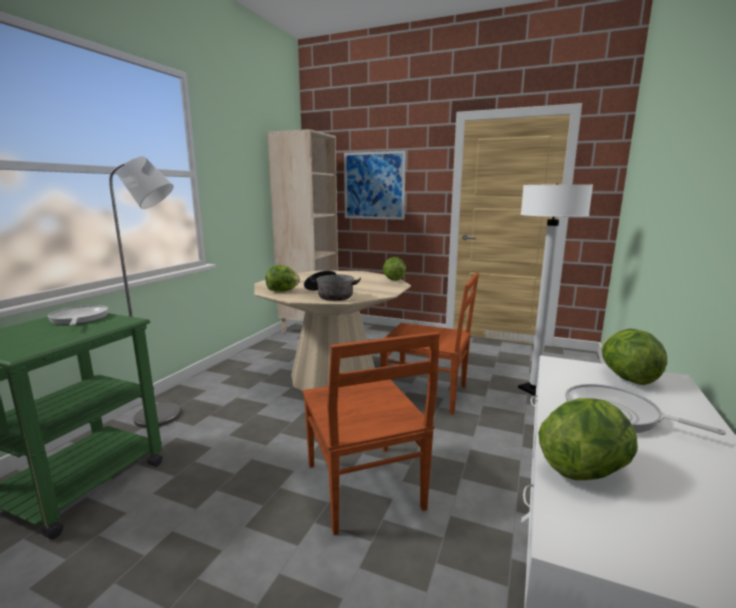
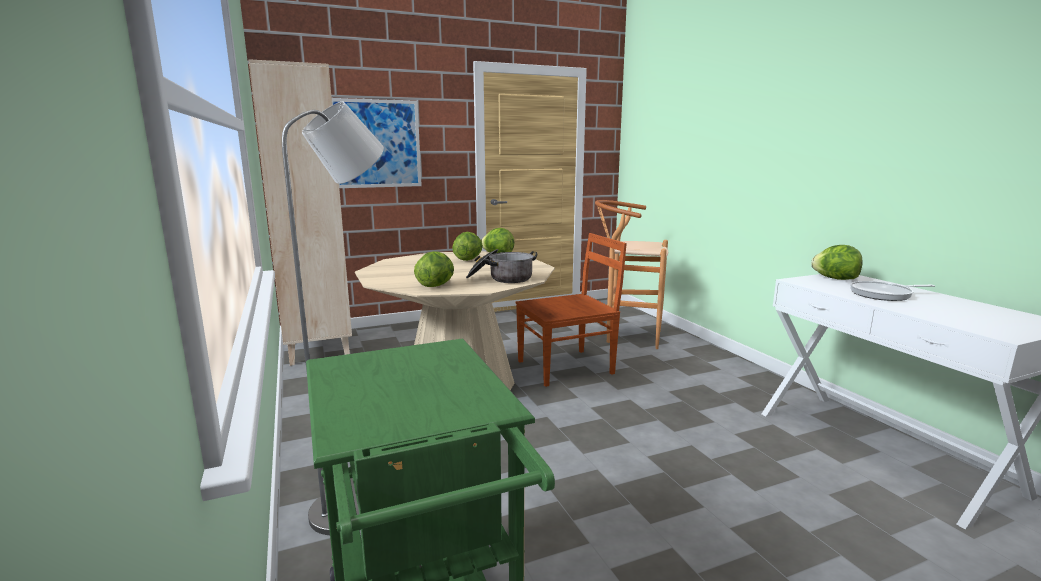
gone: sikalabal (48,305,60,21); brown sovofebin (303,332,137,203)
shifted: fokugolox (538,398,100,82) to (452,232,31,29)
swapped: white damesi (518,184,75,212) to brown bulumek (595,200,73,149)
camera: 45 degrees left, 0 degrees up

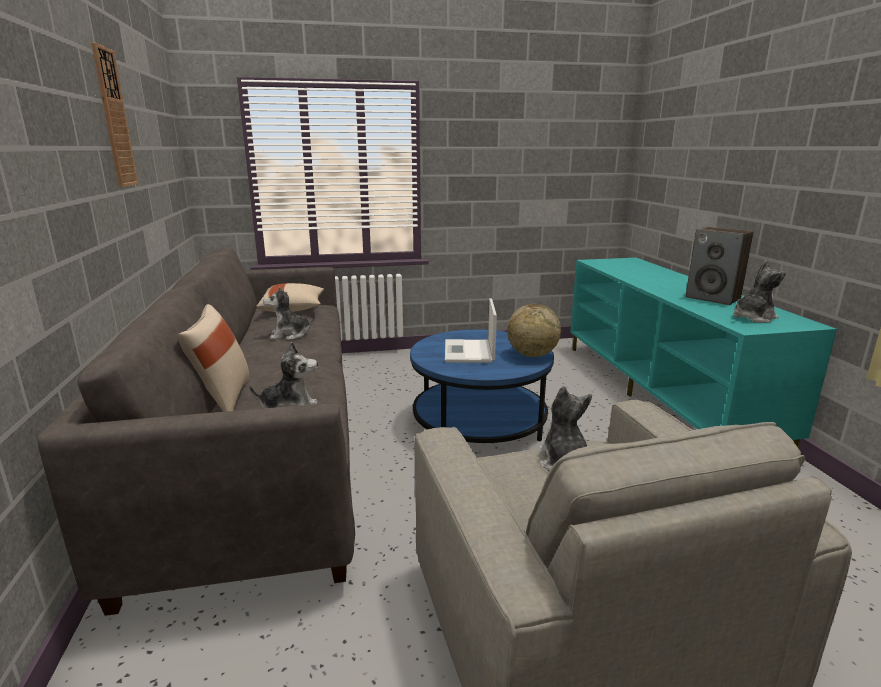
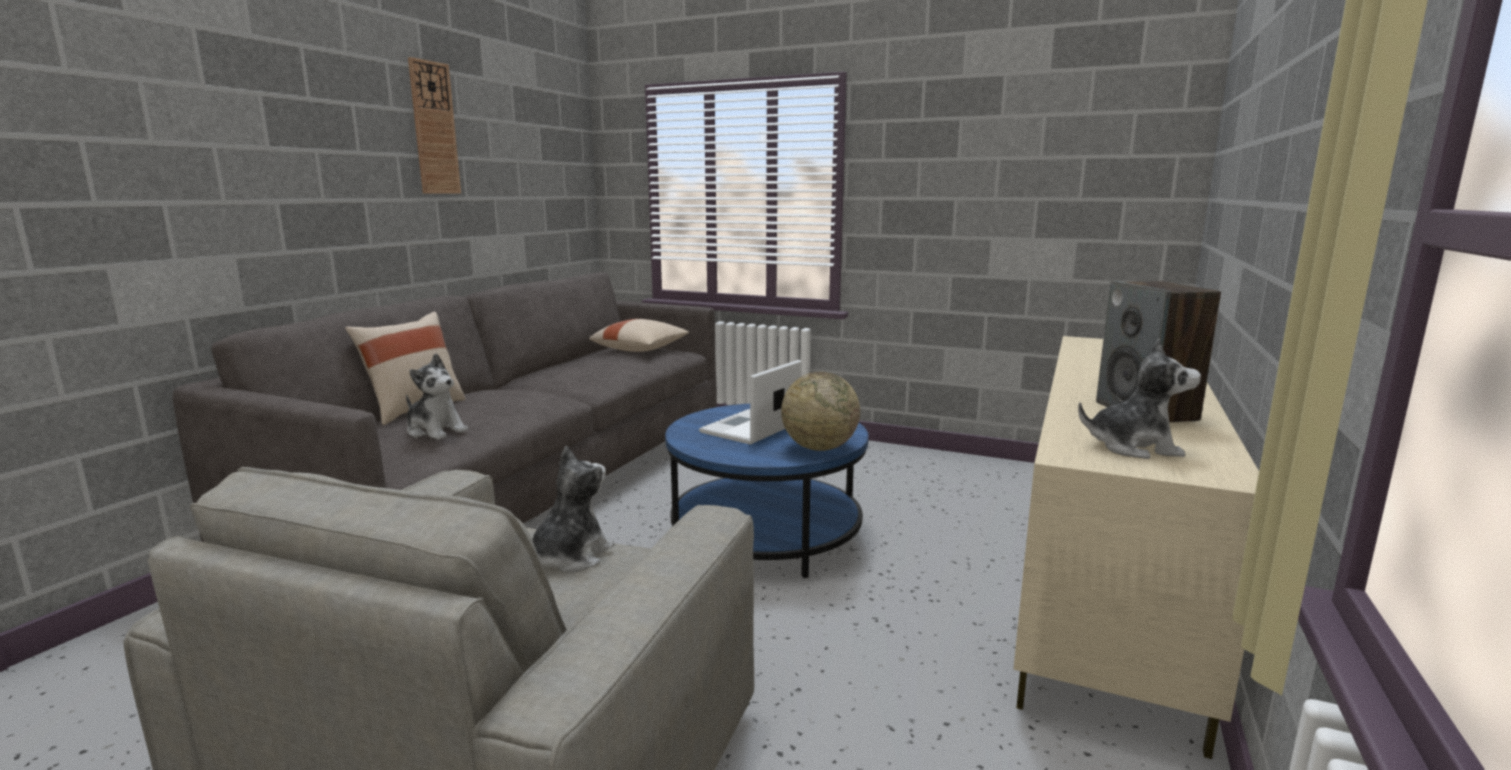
gone: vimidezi (263,286,53,54)
repainted: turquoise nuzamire (570,258,267,189) to beige nuzamire (1013,336,246,423)
camera: 35 degrees right, 5 degrees down

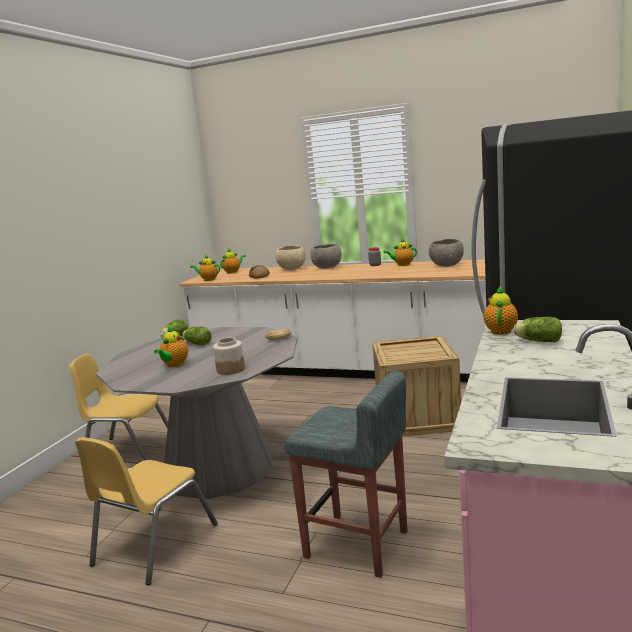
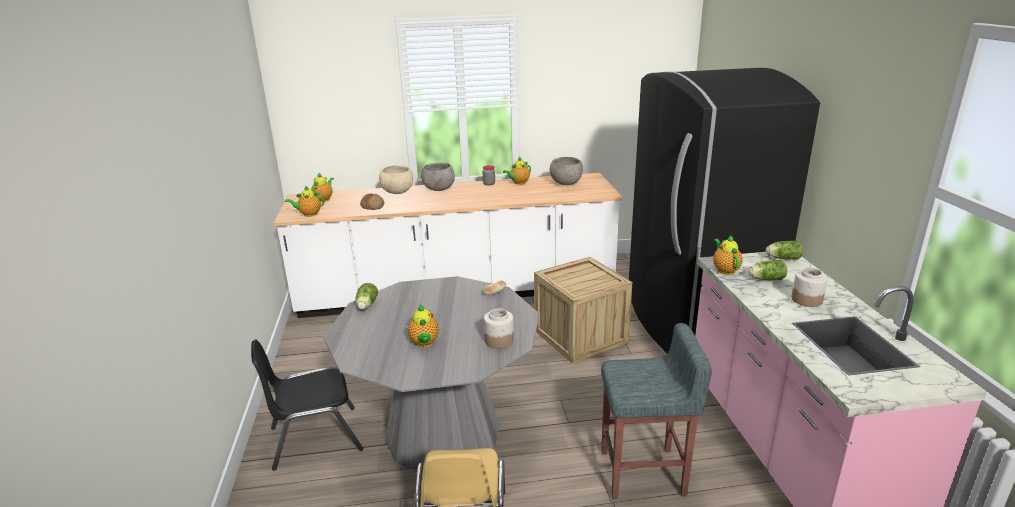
new: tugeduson (791,268,37,39)
shifted: fokugolox (182,327,30,18) to (766,241,37,19)
repainted: yellow sovofebin (69,354,99,106) to black sovofebin (251,339,112,132)
camera: 30 degrees left, 10 degrees up

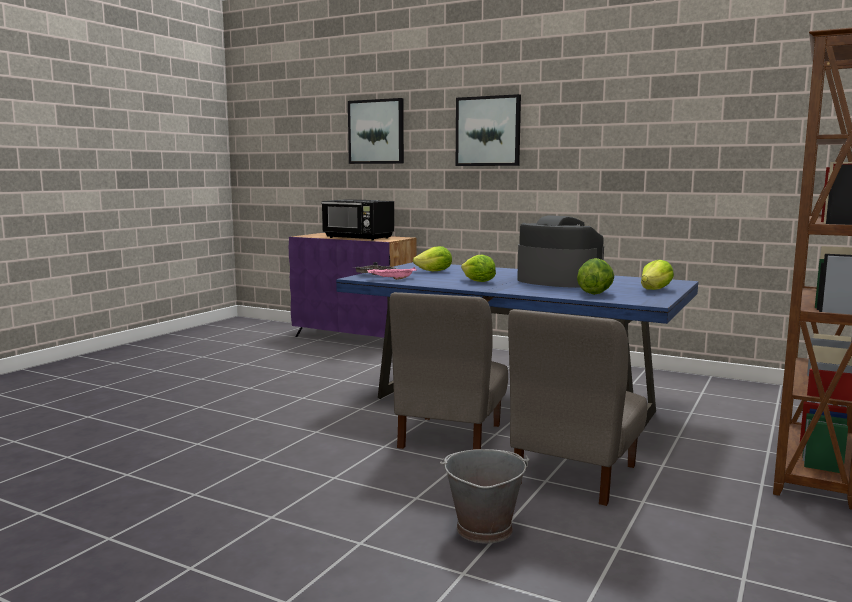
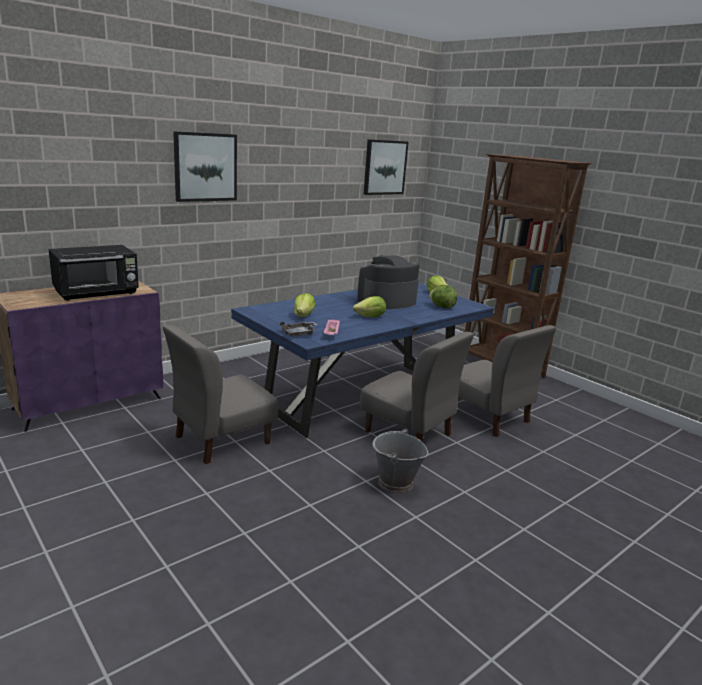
new: grey sovofebin (163,325,115,139)
shifted: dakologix (348,98,56,66) to (364,139,44,56); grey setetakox (440,449,90,95) to (372,429,56,64)
camera: 70 degrees left, 10 degrees up

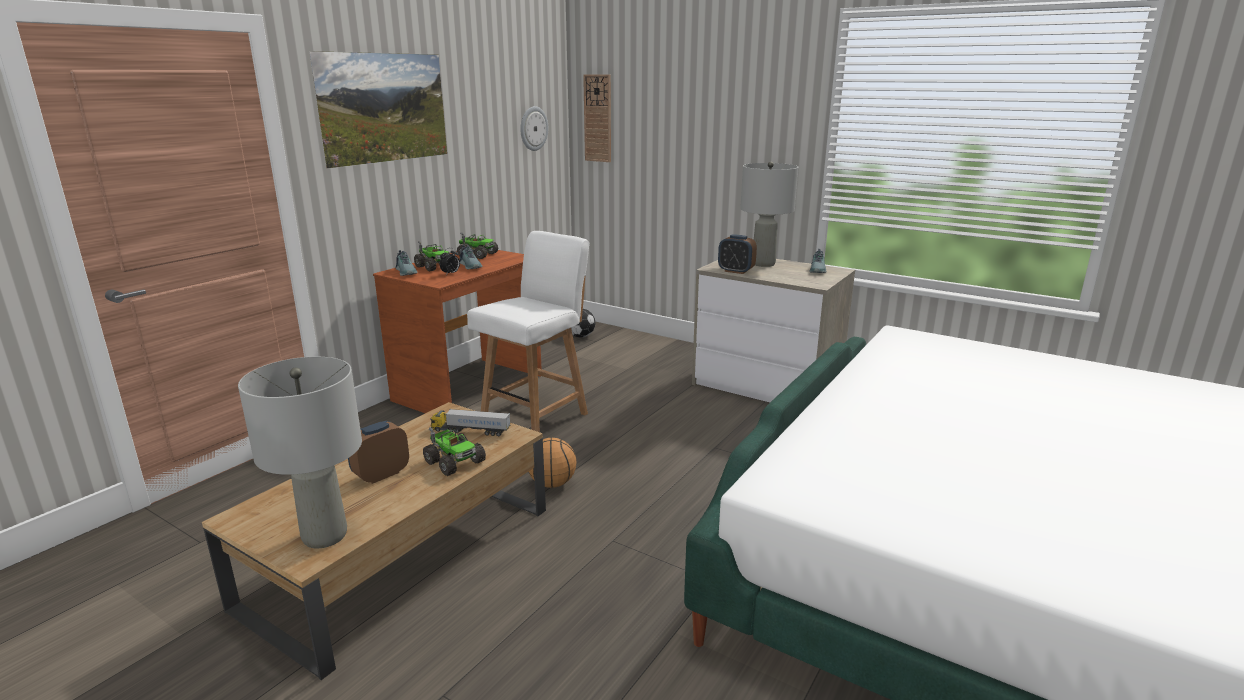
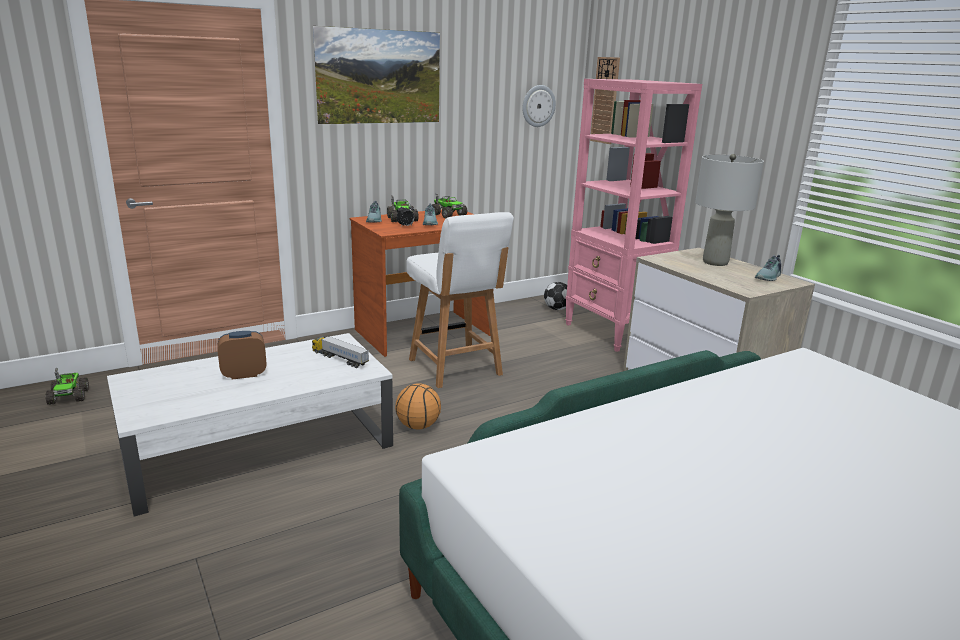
gone: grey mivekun (238,357,124,192); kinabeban (718,234,39,40)
new: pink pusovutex (565,79,137,273)
shifted: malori (423,427,63,49) to (45,368,44,37)
repainted: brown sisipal (202,402,344,278) to white sisipal (107,333,286,184)
rotated: white sovofebin (467,231,123,201) = (406,212,108,176) 90 degrees clockwise
camera: 25 degrees right, 0 degrees up

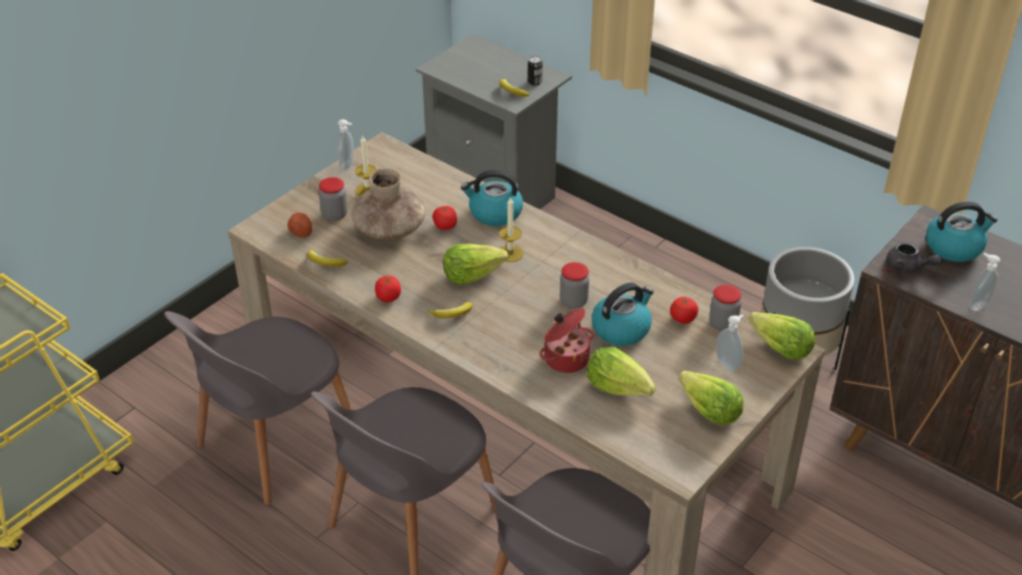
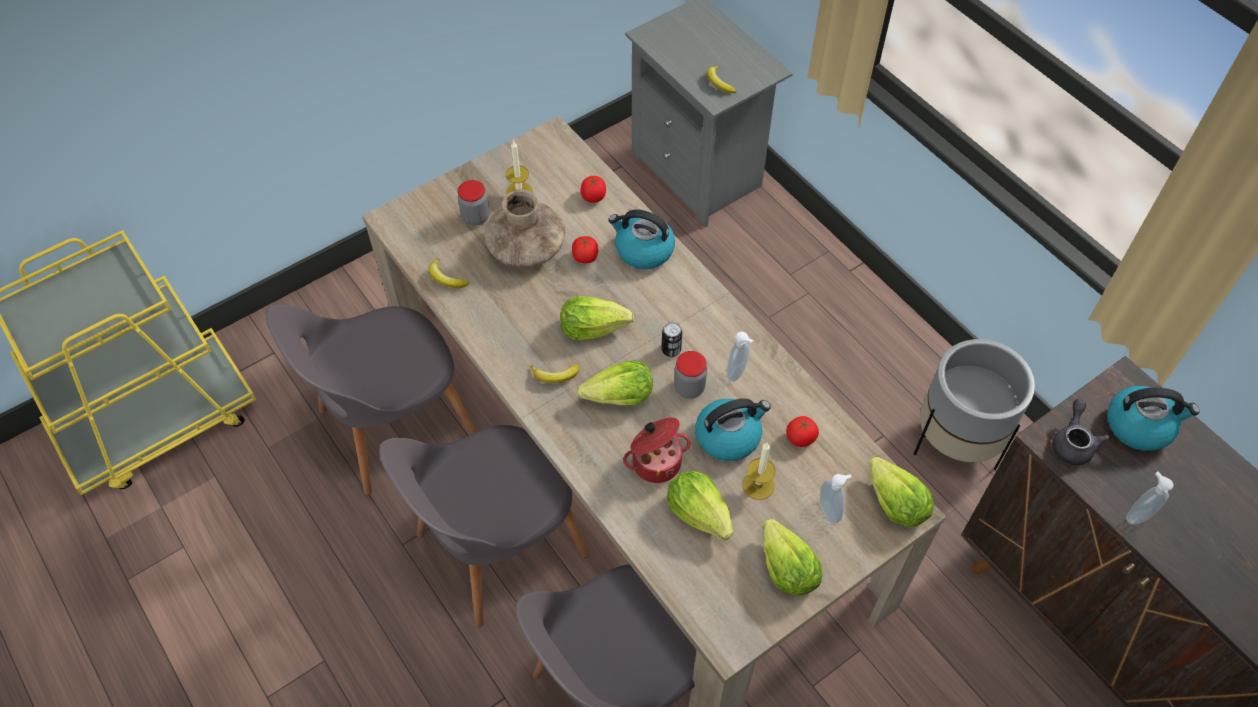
gone: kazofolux (287,213,25,24); tugeduson (709,284,33,47)
new: fokugolox (577,360,76,45)
shifted: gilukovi (375,276,26,26) to (581,176,25,27); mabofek (528,56,14,30) to (661,322,21,35); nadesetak (337,119,17,51) to (727,331,26,51); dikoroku (499,197,25,65) to (742,443,33,57)
rotated: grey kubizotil (886,241,56,32) = (1052,399,58,66) 135 degrees counterclockwise
camera: 15 degrees right, 15 degrees up

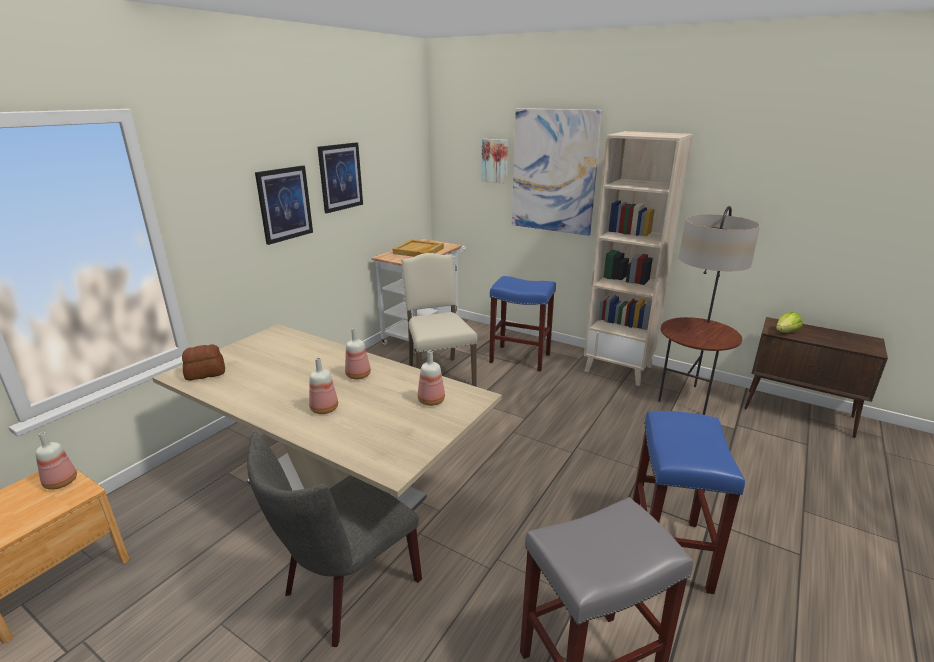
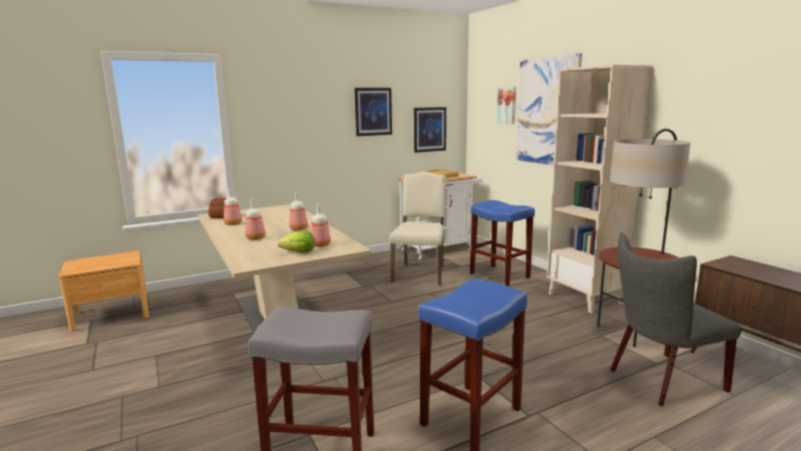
shifted: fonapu (35,432,42,58) to (224,189,18,36); fokugolox (776,312,27,21) to (278,231,37,22); dakologix (255,165,58,80) to (414,107,32,46); grey sovofebin (247,432,175,215) to (610,232,132,174)
camera: 30 degrees right, 10 degrees down

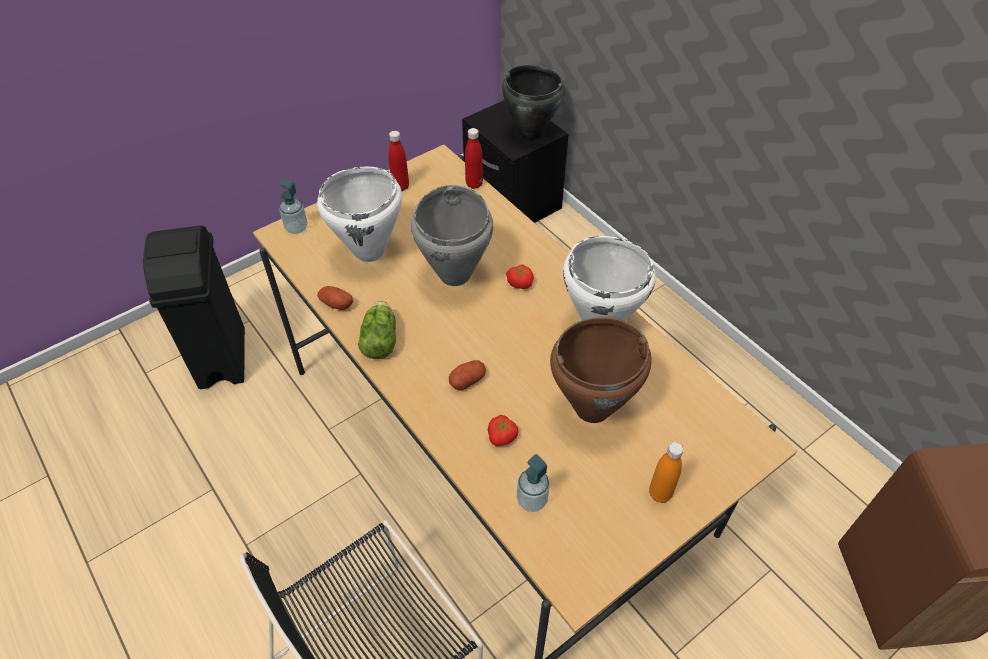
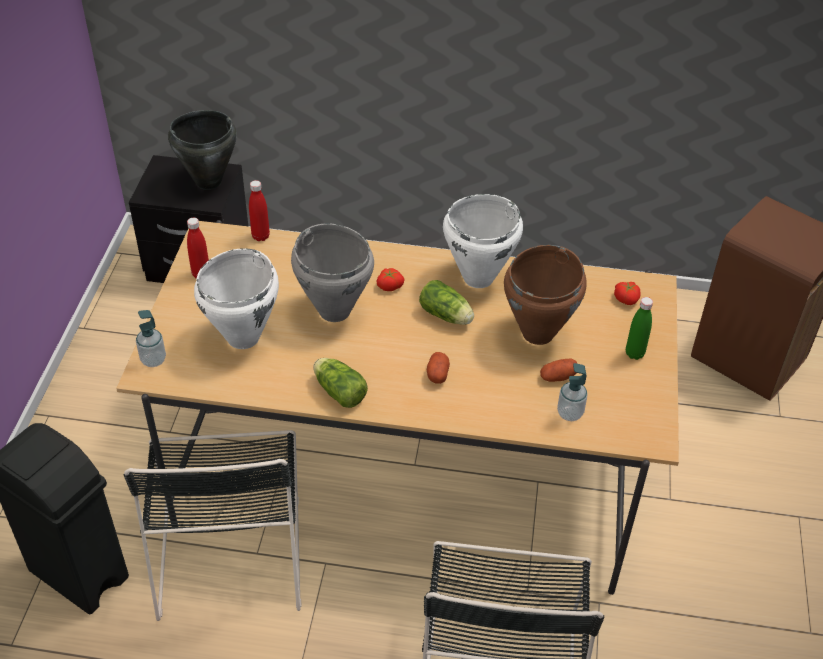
new: black sovofebin (124,430,177,191); fokugolox (419,280,55,45)
shifted: kazofolux (317,286,36,24) to (540,358,37,24); gilukovi (488,415,31,31) to (614,282,27,23)
repainted: orange fonapu (649,442,35,61) to green fonapu (626,297,27,63)
camera: 45 degrees left, 5 degrees down

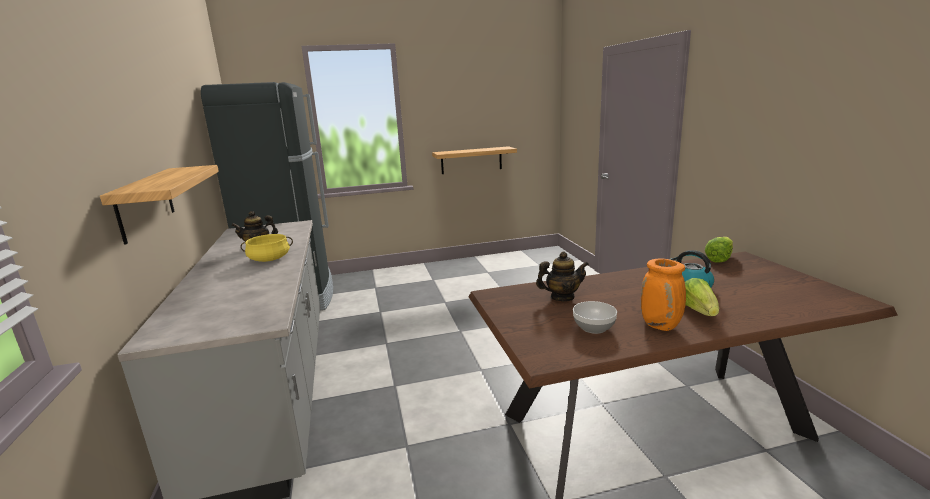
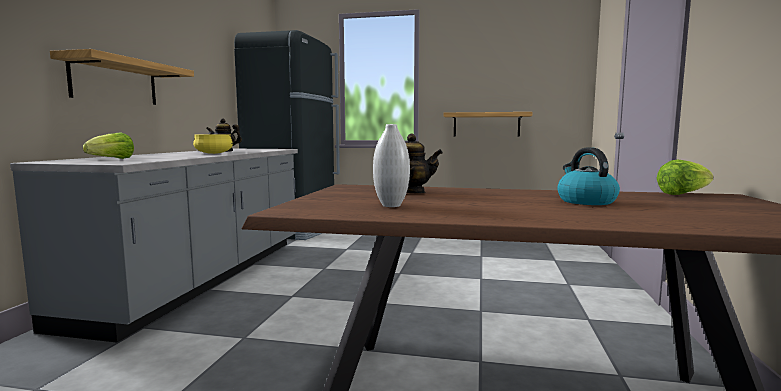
gone: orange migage (641,258,45,73)
shifted: fokugolox (685,278,34,38) to (83,132,51,27)
swapped: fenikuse (573,301,44,33) to white migage (373,124,37,83)
camera: 25 degrees right, 10 degrees down

